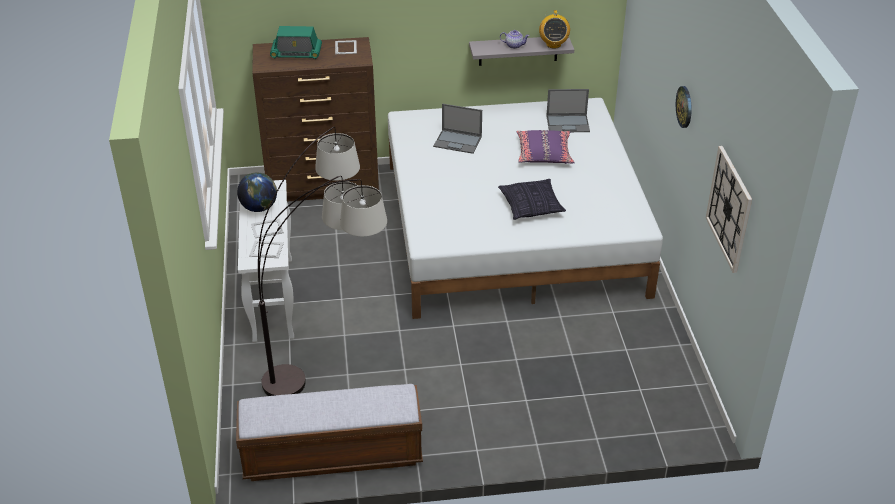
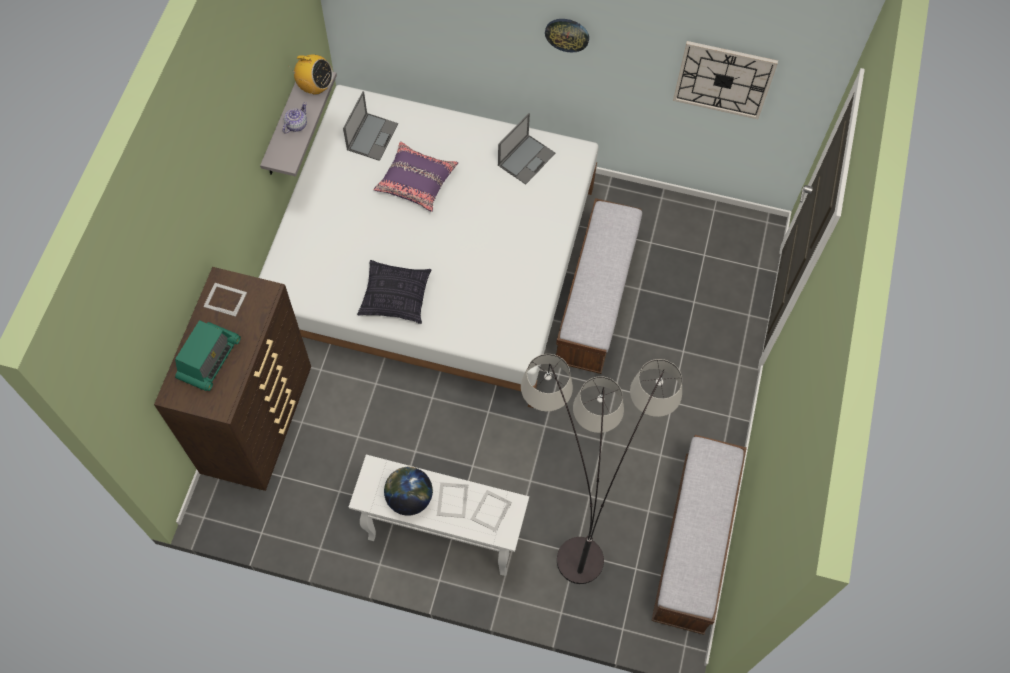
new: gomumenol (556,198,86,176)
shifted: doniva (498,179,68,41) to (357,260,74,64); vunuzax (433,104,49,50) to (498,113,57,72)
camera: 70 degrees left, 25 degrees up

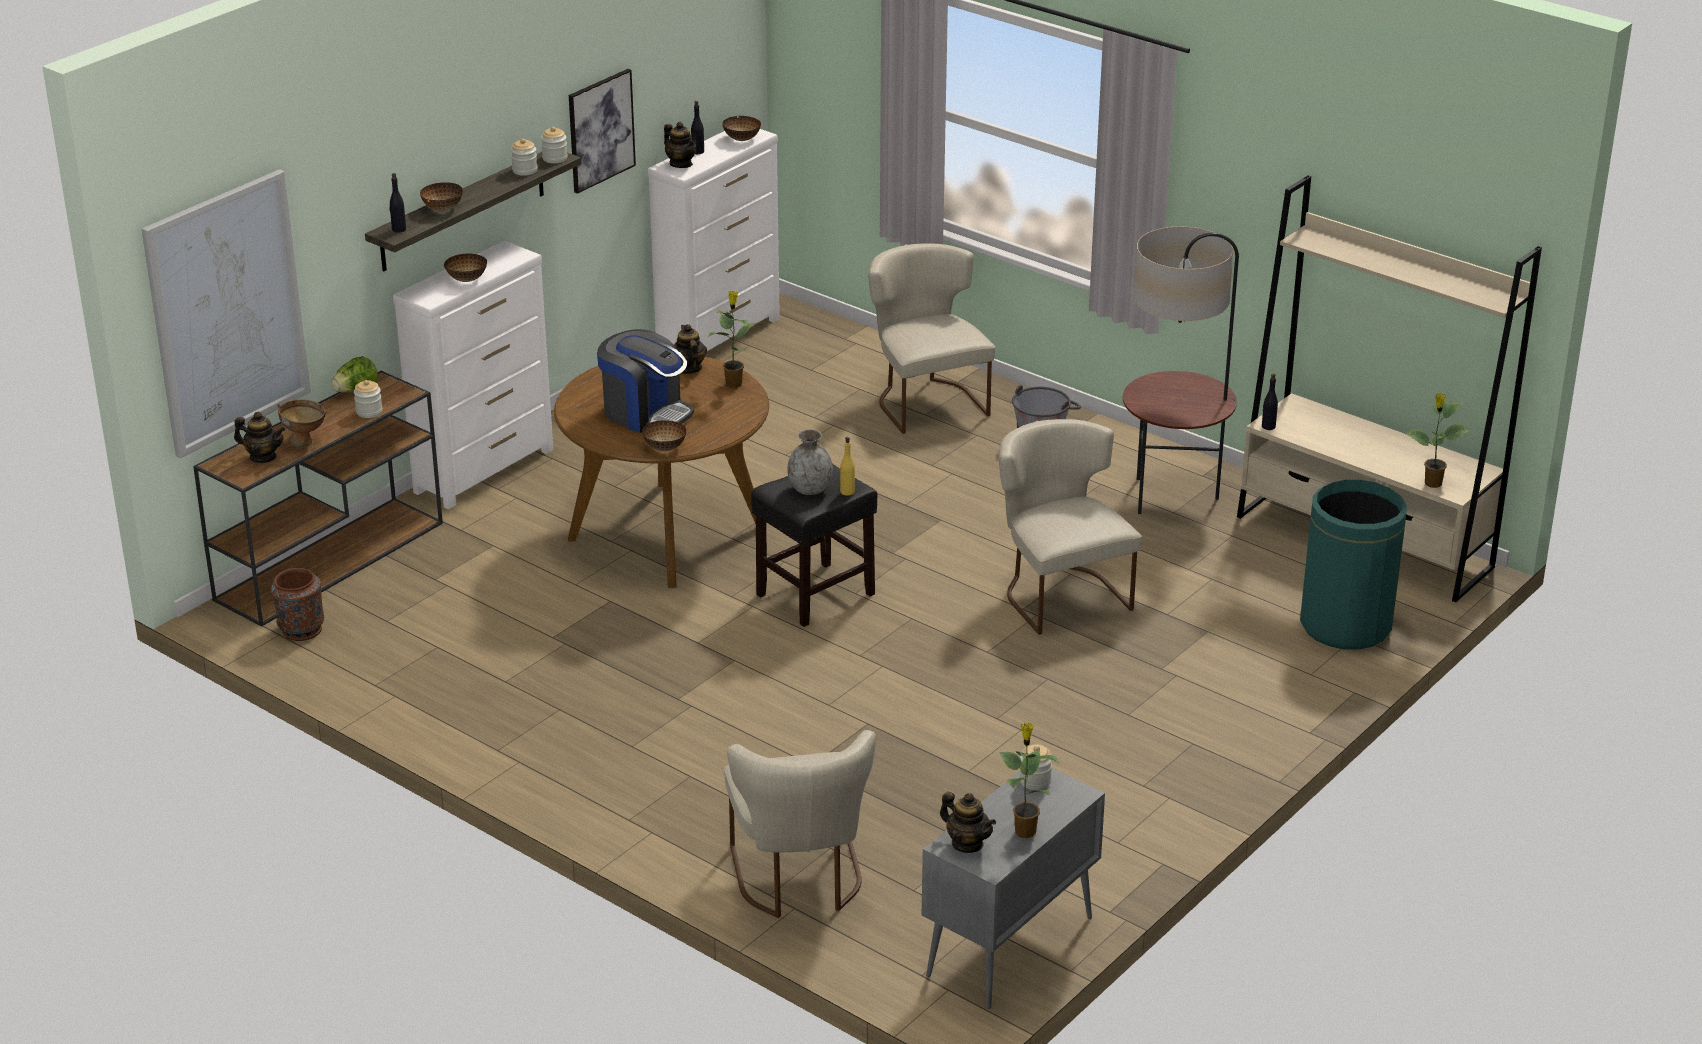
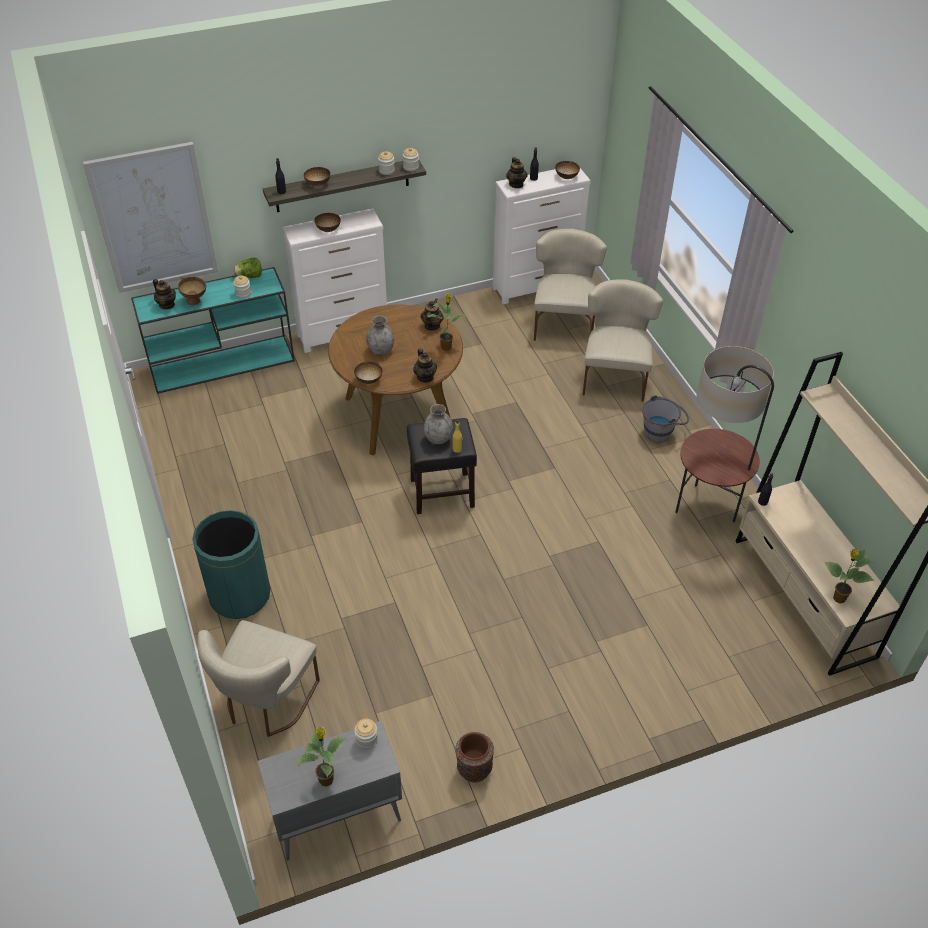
gone: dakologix (569,69,67,125)
shifted: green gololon (1300,480,107,170) to (192,510,79,109); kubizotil (940,792,56,61) to (413,348,24,35); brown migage (270,568,54,73) to (455,732,39,50); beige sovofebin (999,419,143,216) to (534,228,73,113)
swapped: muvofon (597,329,97,104) to grey migage (366,316,28,39)
repainted: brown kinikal (193,371,250,256) to turquoise kinikal (131,267,164,127)
camera: 30 degrees right, 15 degrees up

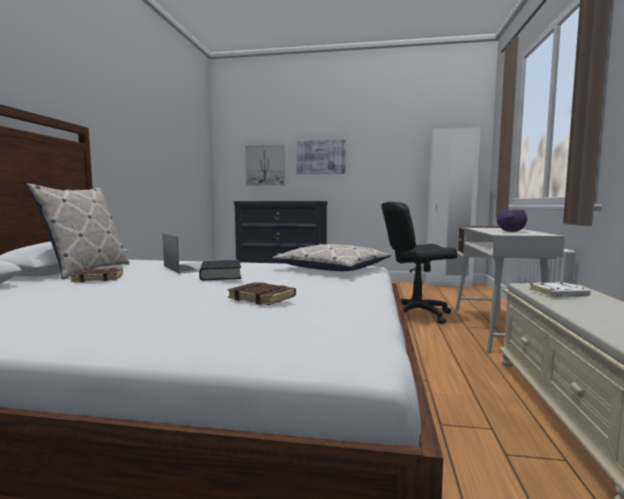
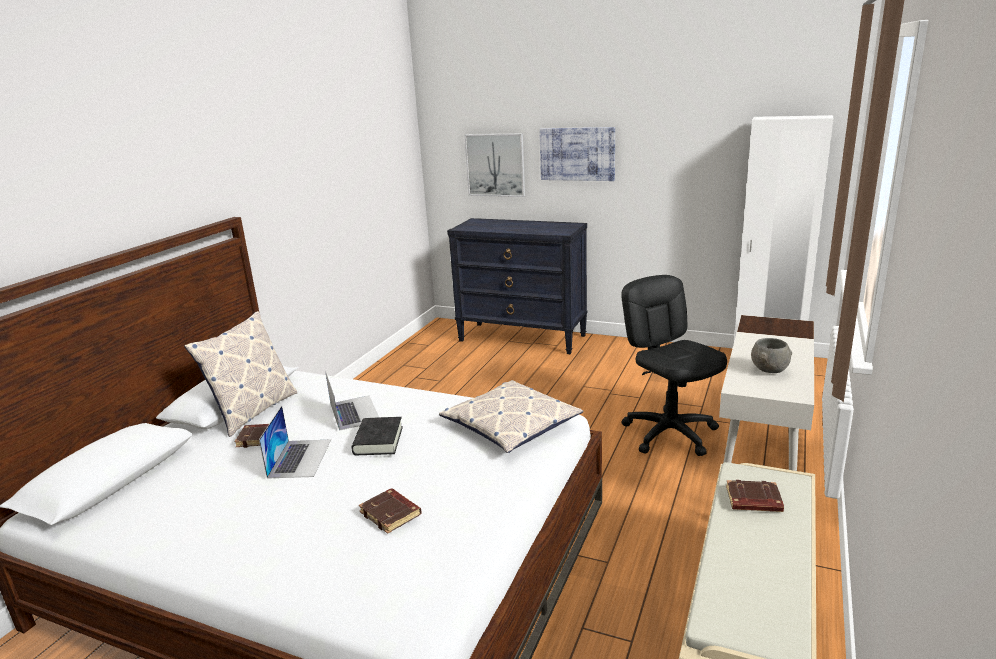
new: vunuzax (259,405,72,74)
repainted: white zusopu (529,282,62,15) to brown zusopu (726,480,58,32); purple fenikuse (497,210,30,22) to grey fenikuse (751,338,41,35)
rotated: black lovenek (381,202,77,122) = (621,275,106,181) 60 degrees clockwise
camera: 15 degrees right, 15 degrees up

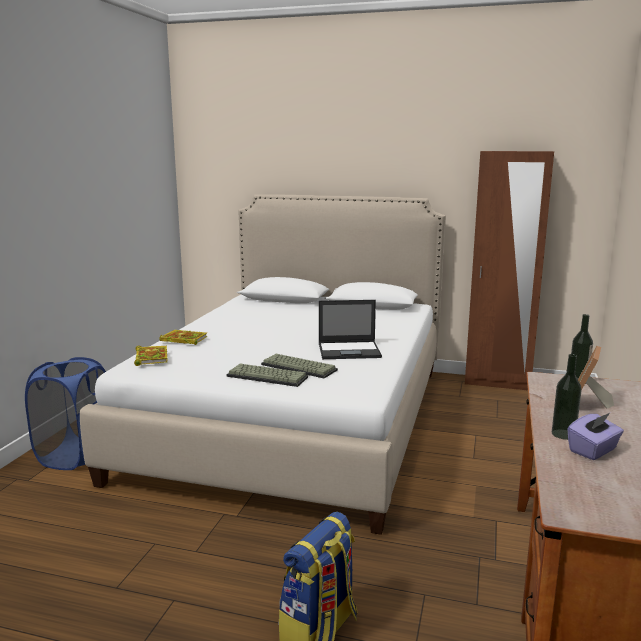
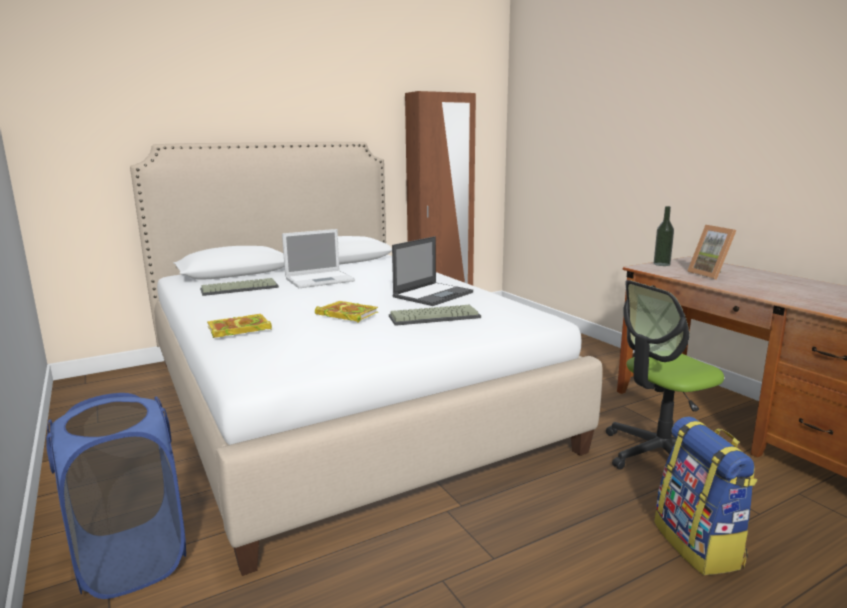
gone: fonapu (552,354,30,86); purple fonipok (567,413,57,47)
new: vunuzax (282,229,73,59); lovenek (606,280,118,190)
shifted: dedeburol (227,364,81,23) to (200,278,79,18); zusopu (134,345,34,21) to (315,301,63,22)
camera: 45 degrees left, 0 degrees up

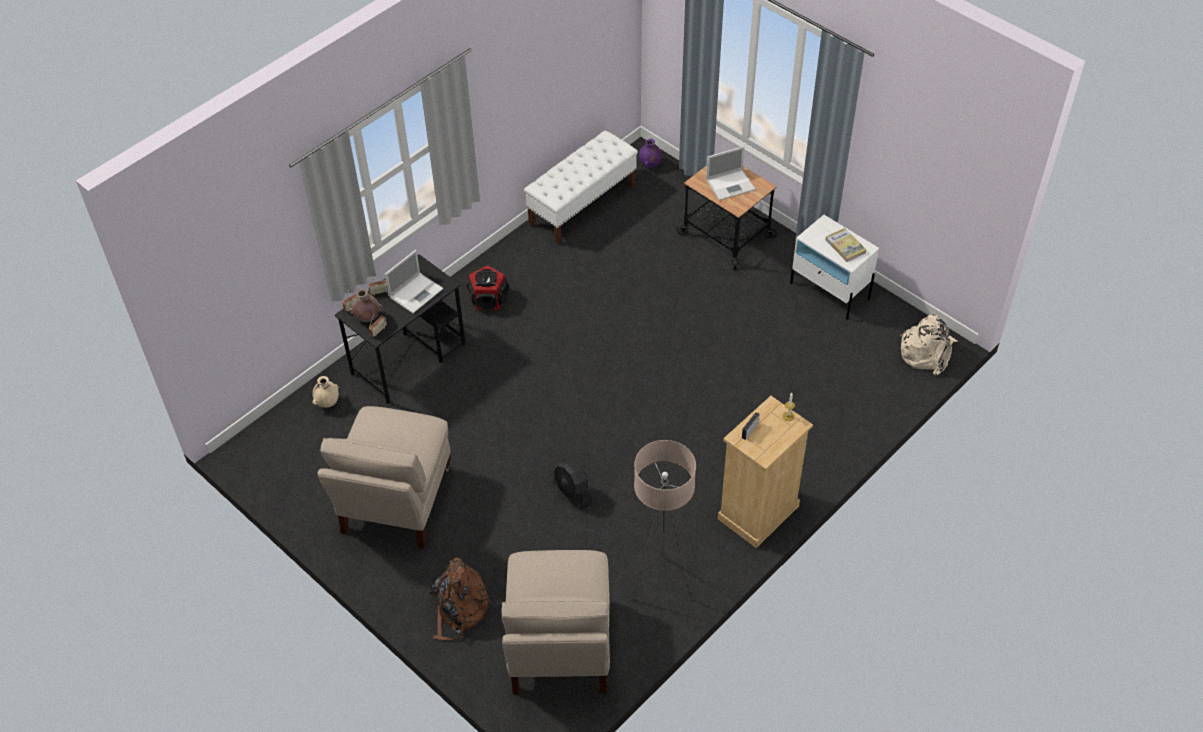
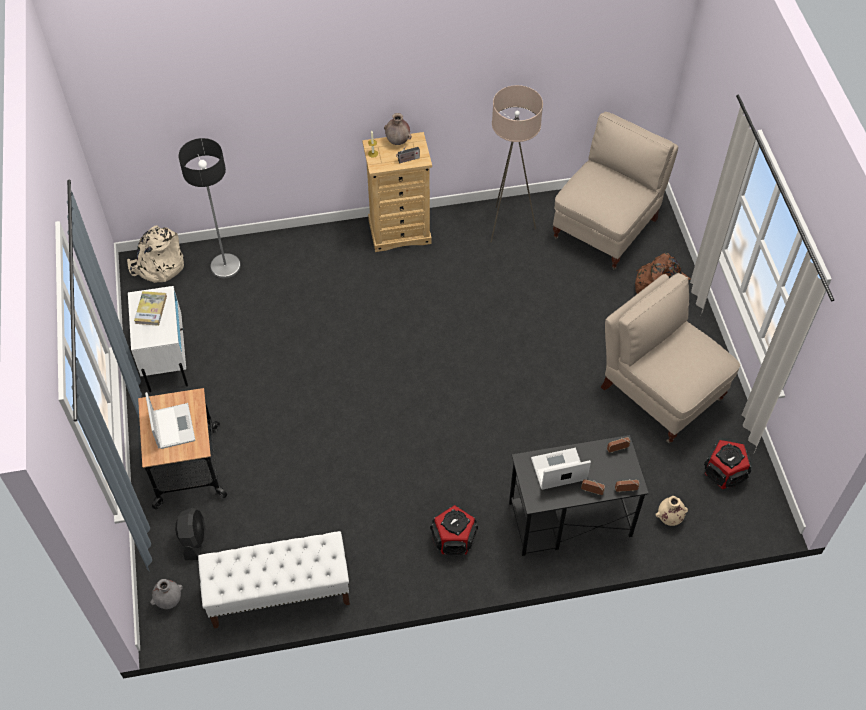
new: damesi (178,138,63,140); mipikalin (704,440,47,49)
shifted: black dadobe (554,460,38,51) to (175,508,31,52); brown migage (349,289,33,33) to (384,113,28,32)
repainted: purple migage (639,139,23,29) to grey migage (150,579,33,30)
rotated: vunuzax (706,146,49,54) = (145,392,50,57) 60 degrees clockwise; beige sovofebin (318,406,133,143) = (601,273,139,171) 90 degrees counterclockwise
camera: 145 degrees left, 5 degrees up

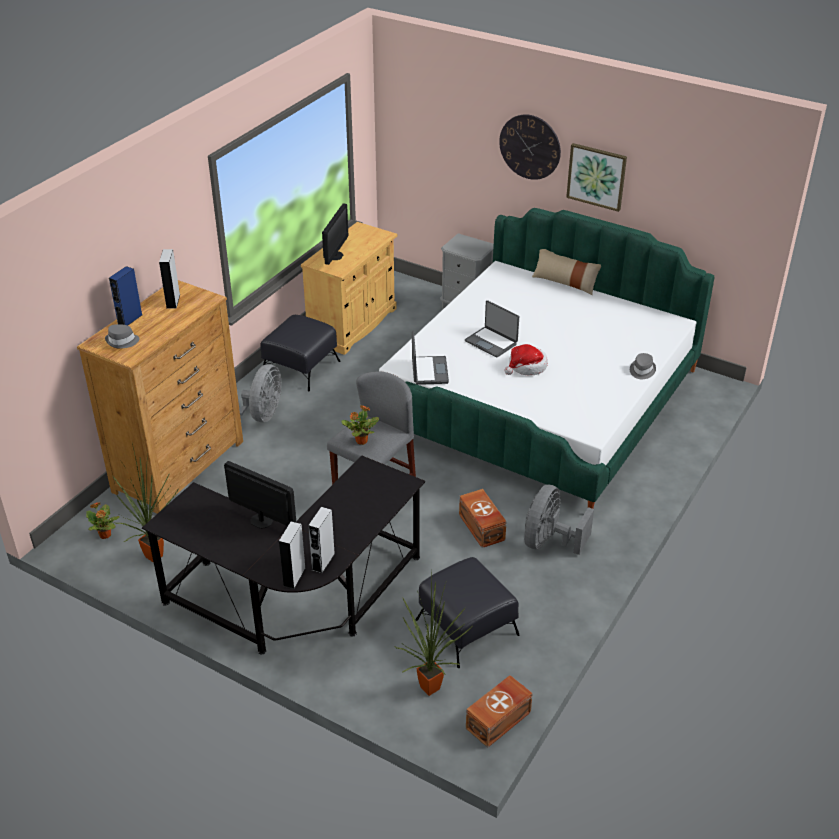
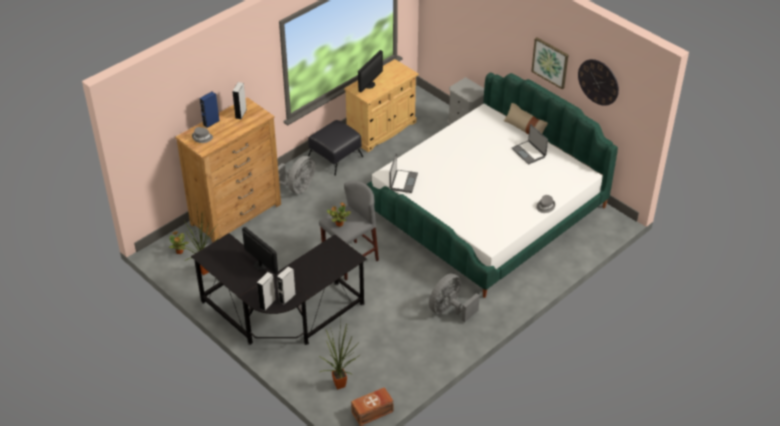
gone: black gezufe (415,557,104,111); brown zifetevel (459,489,48,59); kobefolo (505,344,43,31)
shifted: vunuzax (465,300,54,58) to (512,124,36,41); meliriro (499,114,62,66) to (578,59,41,47)
camera: 15 degrees right, 5 degrees up

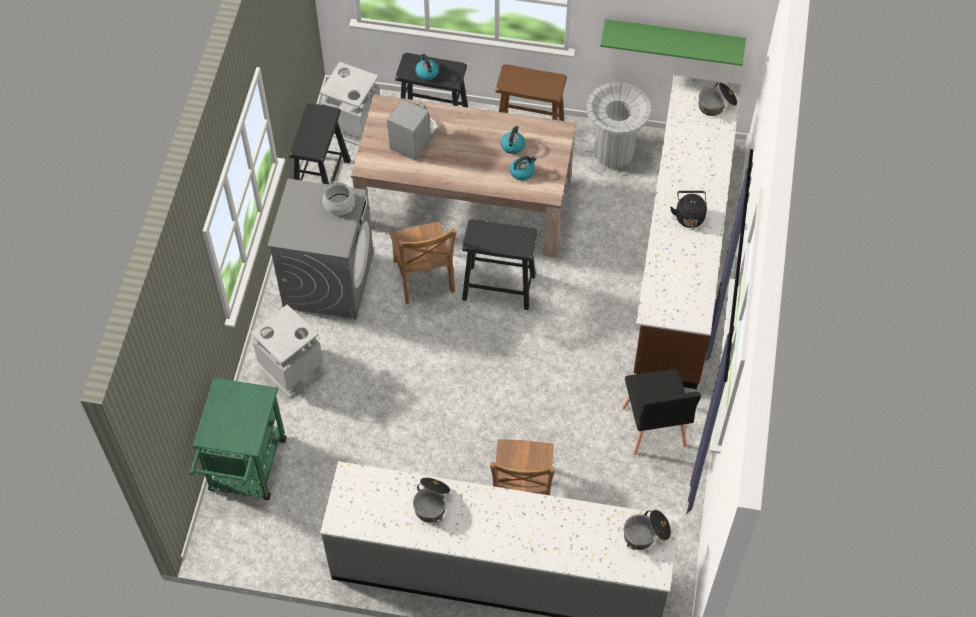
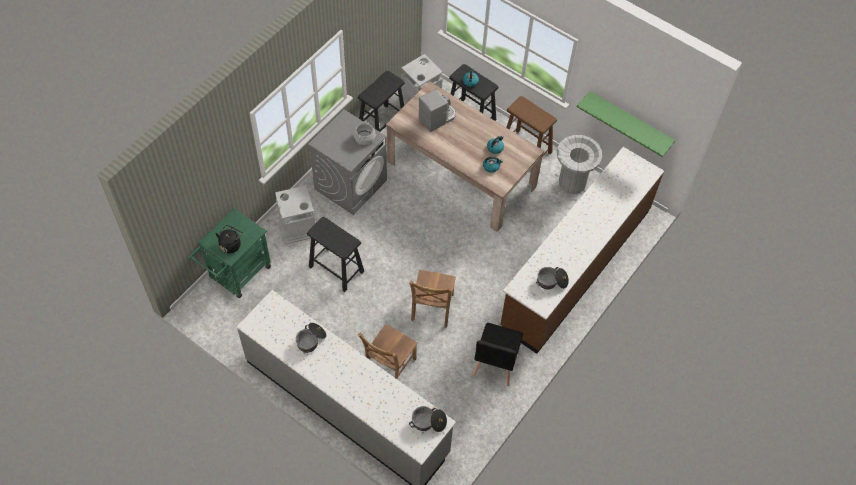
shifted: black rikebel (670,191,37,37) to (215,225,28,28); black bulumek (462,219,76,91) to (307,217,57,75); brown sovofebin (390,222,67,82) to (409,270,47,58); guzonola (698,83,39,33) to (536,267,33,22)
camera: 25 degrees right, 0 degrees up

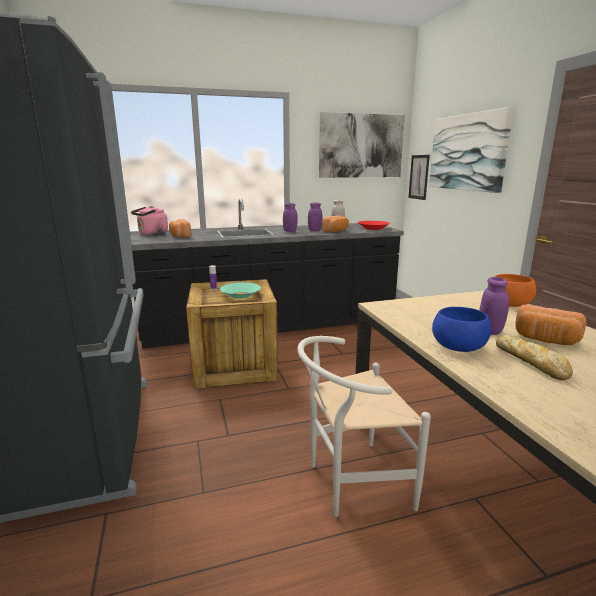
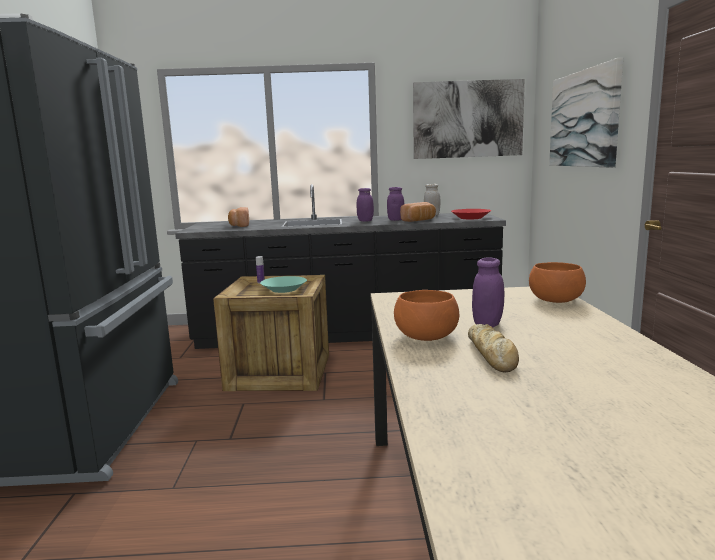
gone: pink rikebel (131,206,37,29); white sovofebin (297,336,134,181); dakologix (408,155,22,45); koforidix (515,305,71,40)
repainted: blue fenikuse (432,307,59,45) to orange fenikuse (394,290,65,51)
camera: 15 degrees right, 5 degrees down

